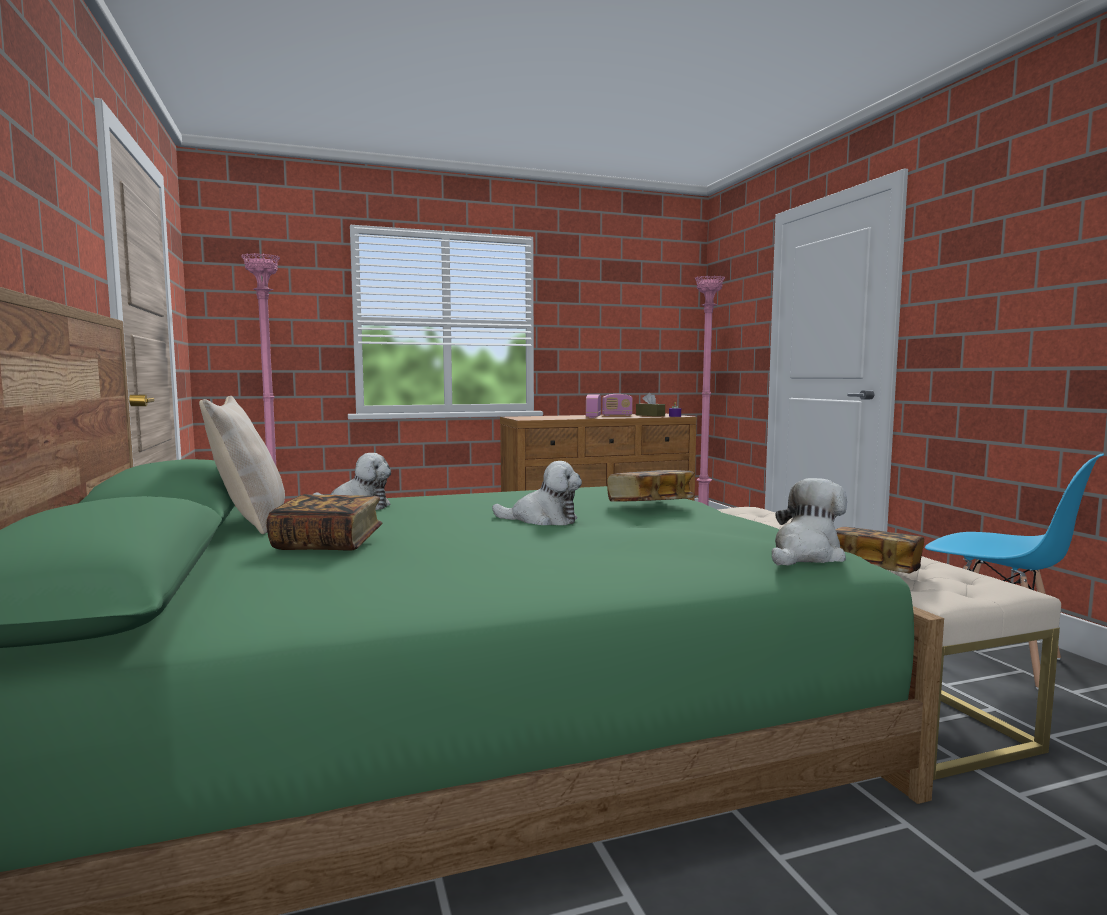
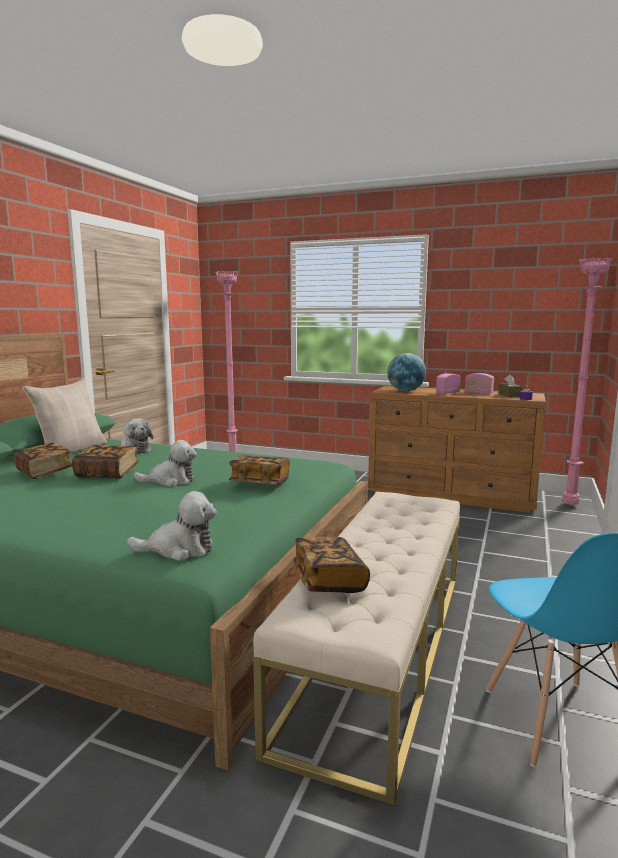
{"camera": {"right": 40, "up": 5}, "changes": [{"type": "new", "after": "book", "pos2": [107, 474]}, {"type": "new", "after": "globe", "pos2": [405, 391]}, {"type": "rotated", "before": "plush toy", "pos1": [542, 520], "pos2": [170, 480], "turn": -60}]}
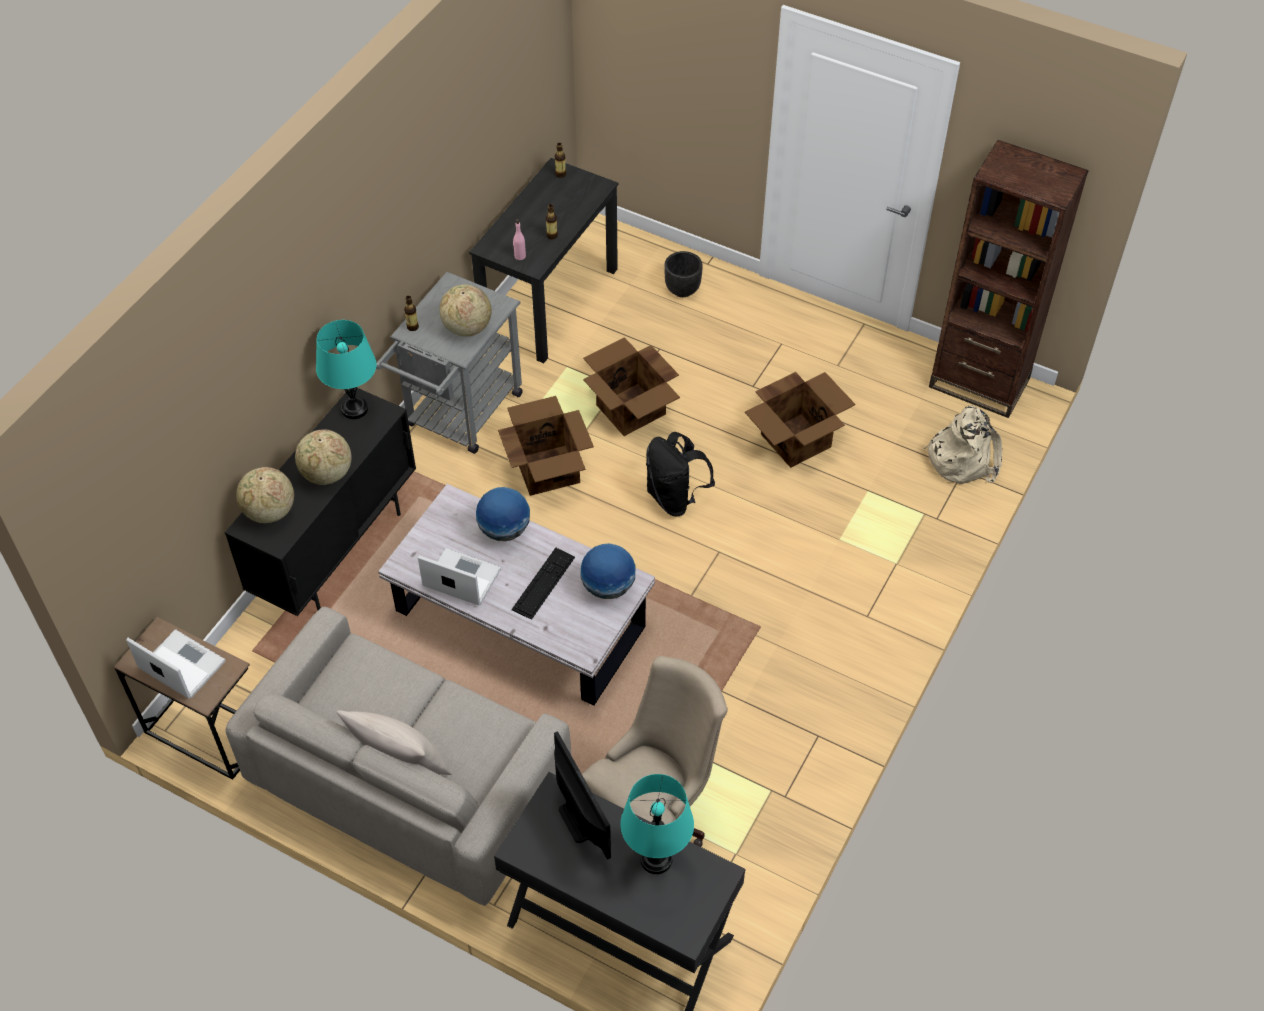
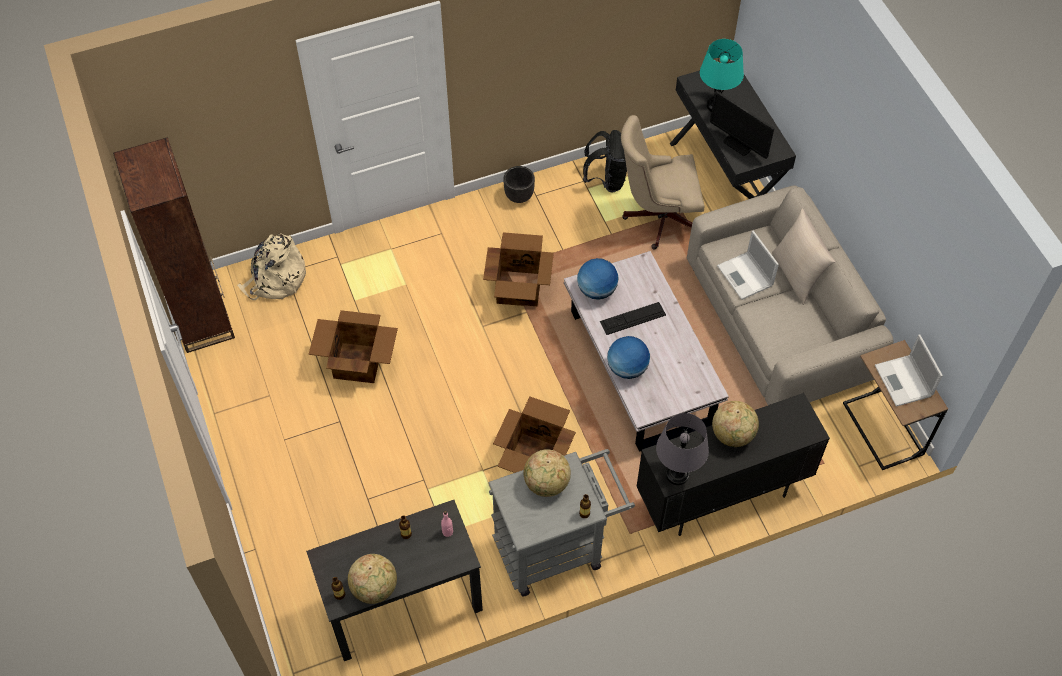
{"camera": {"right": -140, "up": 5}, "changes": [{"type": "shifted", "before": "globe", "pos1": [269, 512], "pos2": [375, 588]}, {"type": "shifted", "before": "laptop", "pos1": [460, 577], "pos2": [745, 276]}, {"type": "shifted", "before": "cardboard box", "pos1": [631, 410], "pos2": [519, 288]}, {"type": "shifted", "before": "backpack (black)", "pos1": [675, 498], "pos2": [606, 180]}, {"type": "shifted", "before": "planter (black)", "pos1": [682, 290], "pos2": [519, 196]}, {"type": "repainted", "before": "table lamp (turquoise)", "after": "table lamp (grey)", "pos1": [354, 409], "pos2": [677, 474]}, {"type": "rotated", "before": "monitor", "pos1": [580, 819], "pos2": [739, 144], "turn": -60}]}
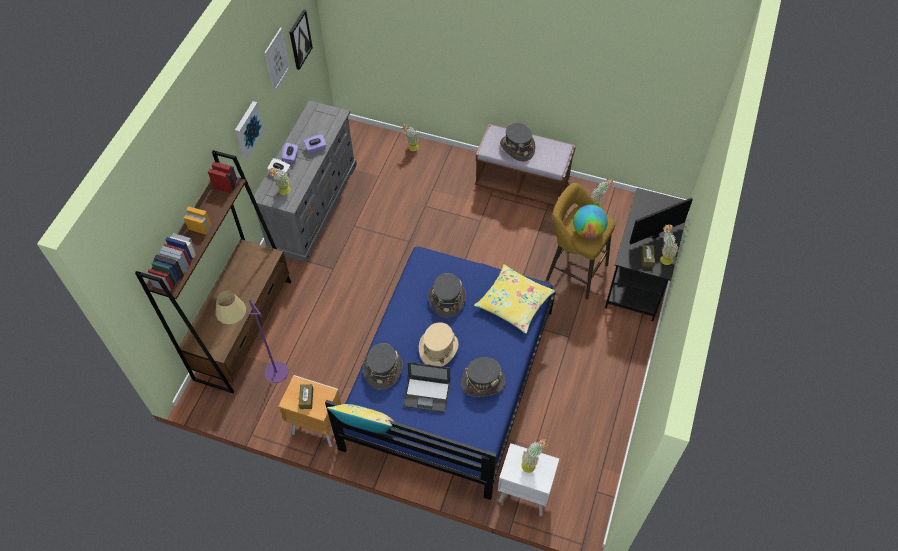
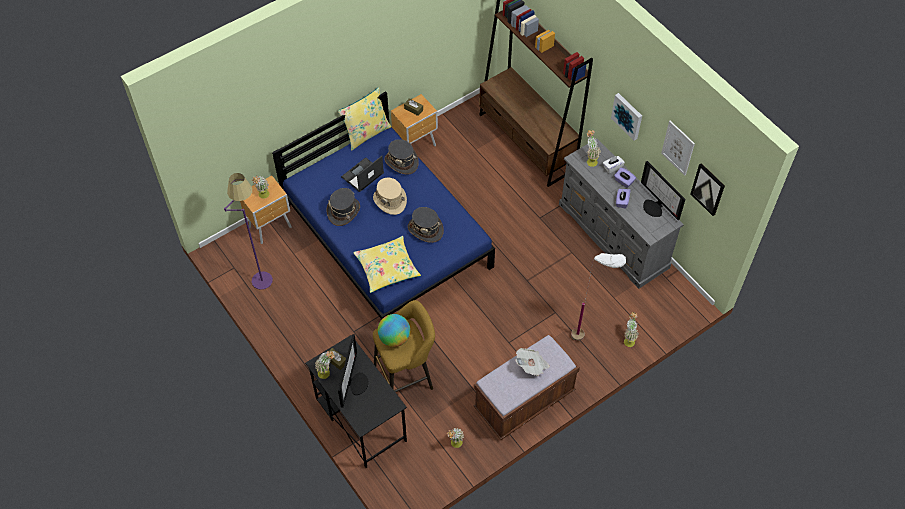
{"camera": {"right": 125, "up": 0}, "changes": [{"type": "new", "after": "floor lamp (white)", "pos2": [588, 337]}, {"type": "new", "after": "monitor", "pos2": [654, 207]}, {"type": "shifted", "before": "floor lamp (purple)", "pos1": [268, 380], "pos2": [260, 272]}, {"type": "swapped", "before": "hat (grey)", "after": "newspaper", "pos1": [517, 148], "pos2": [532, 366]}, {"type": "repainted", "before": "nightstand (white)", "after": "nightstand (brown)", "pos1": [523, 493], "pos2": [271, 227]}]}
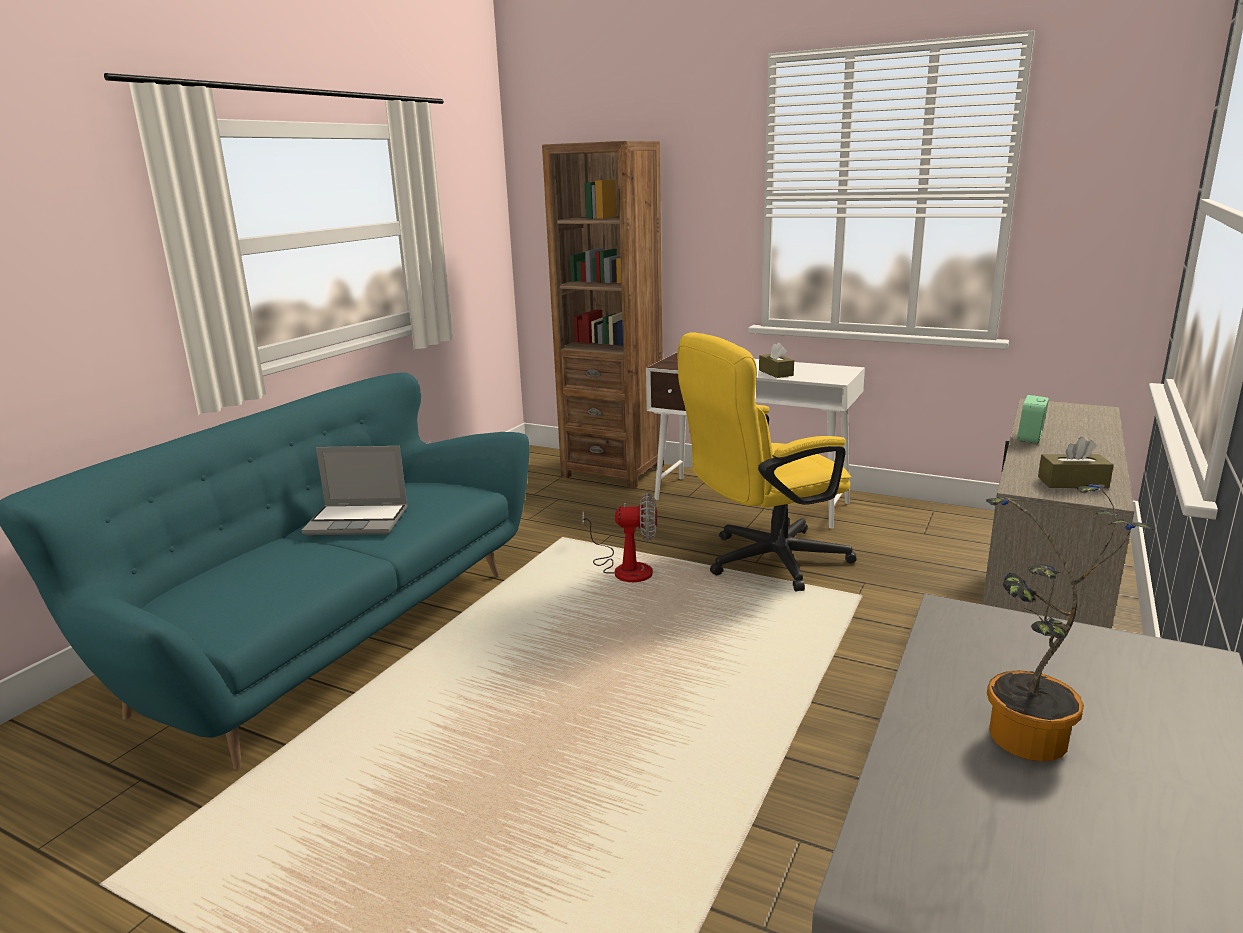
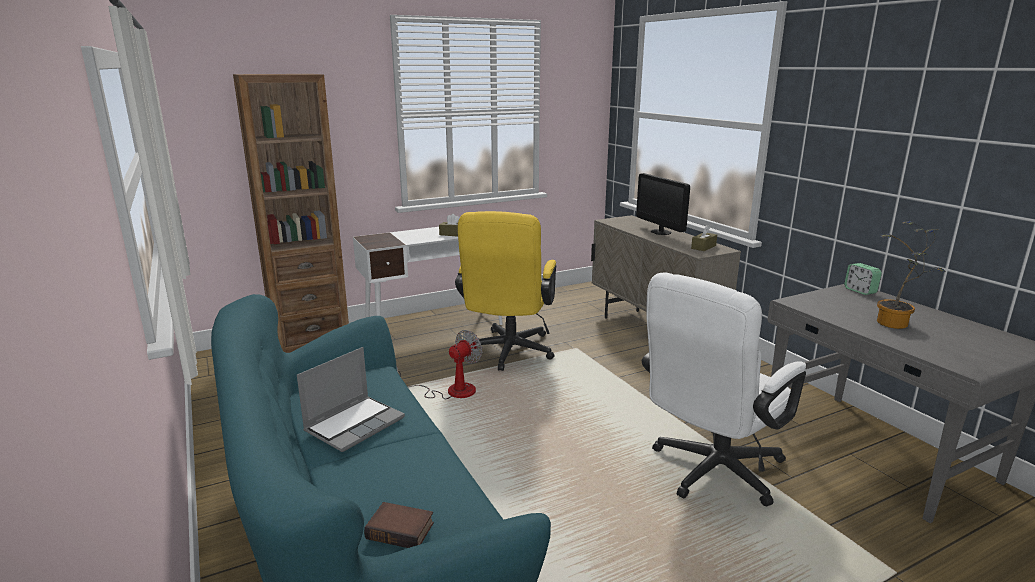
{"camera": {"right": -55, "up": 0}, "changes": [{"type": "new", "after": "book", "pos2": [401, 530]}, {"type": "new", "after": "monitor", "pos2": [661, 232]}, {"type": "new", "after": "office chair (white)", "pos2": [710, 473]}, {"type": "shifted", "before": "alarm clock", "pos1": [1030, 437], "pos2": [860, 291]}]}
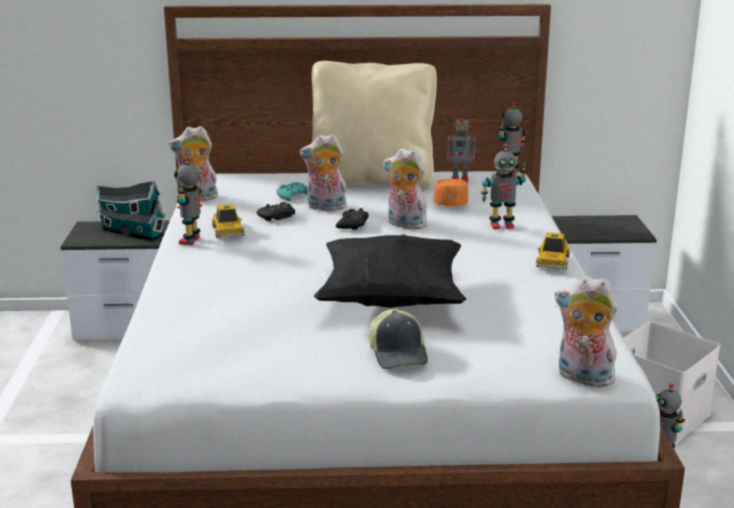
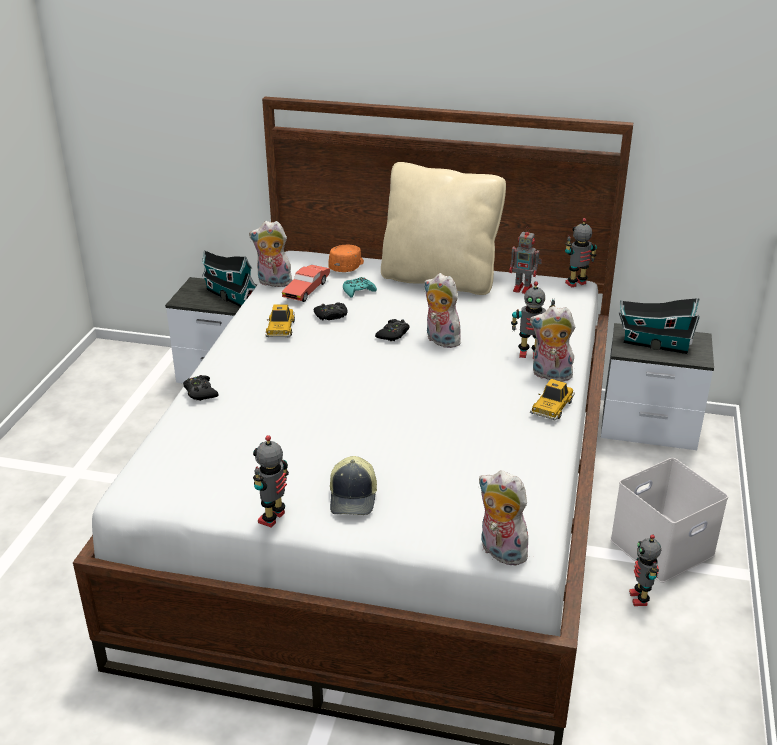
{"camera": {"right": 15, "up": 10}, "changes": [{"type": "gone", "before": "pillow (black)", "pos1": [391, 300]}, {"type": "new", "after": "game controller (black)", "pos2": [200, 392]}, {"type": "new", "after": "toy car (red)", "pos2": [306, 290]}, {"type": "new", "after": "toy house", "pos2": [653, 344]}, {"type": "shifted", "before": "toy robot", "pos1": [191, 241], "pos2": [273, 518]}, {"type": "shifted", "before": "plush toy", "pos1": [325, 207], "pos2": [550, 375]}, {"type": "shifted", "before": "cap (orange)", "pos1": [451, 202], "pos2": [347, 266]}]}
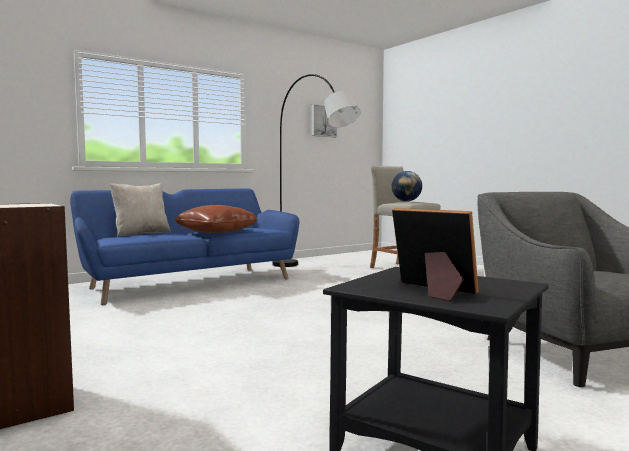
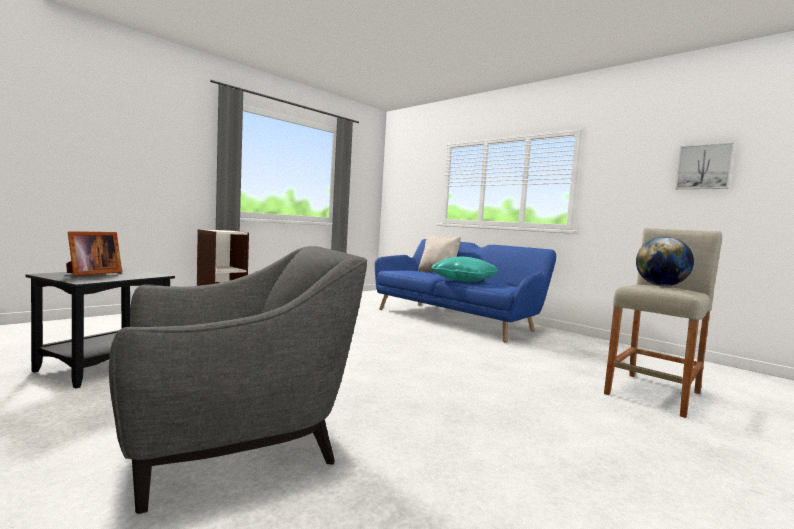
{"camera": {"right": 80, "up": 0}, "changes": [{"type": "gone", "before": "floor lamp (grey)", "pos1": [314, 272]}, {"type": "repainted", "before": "pillow (brown)", "after": "pillow (turquoise)", "pos1": [216, 232], "pos2": [464, 280]}]}
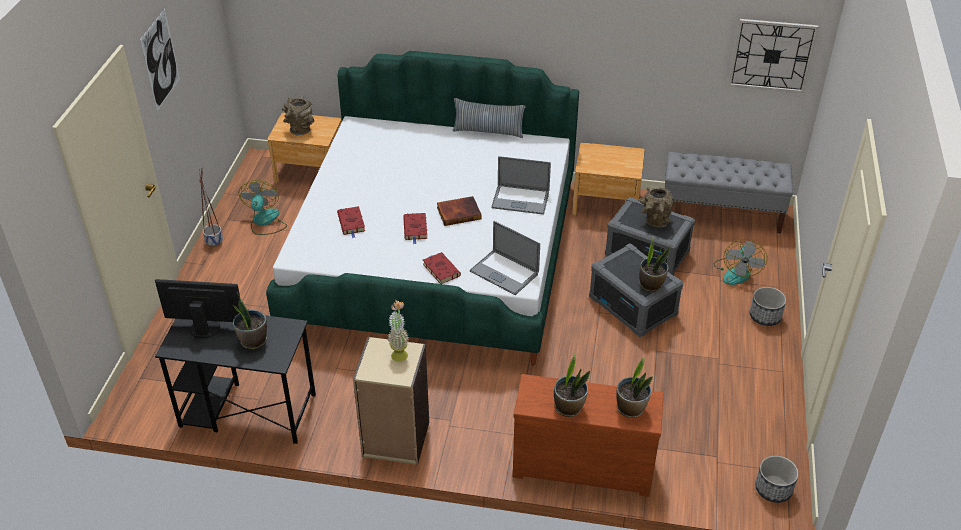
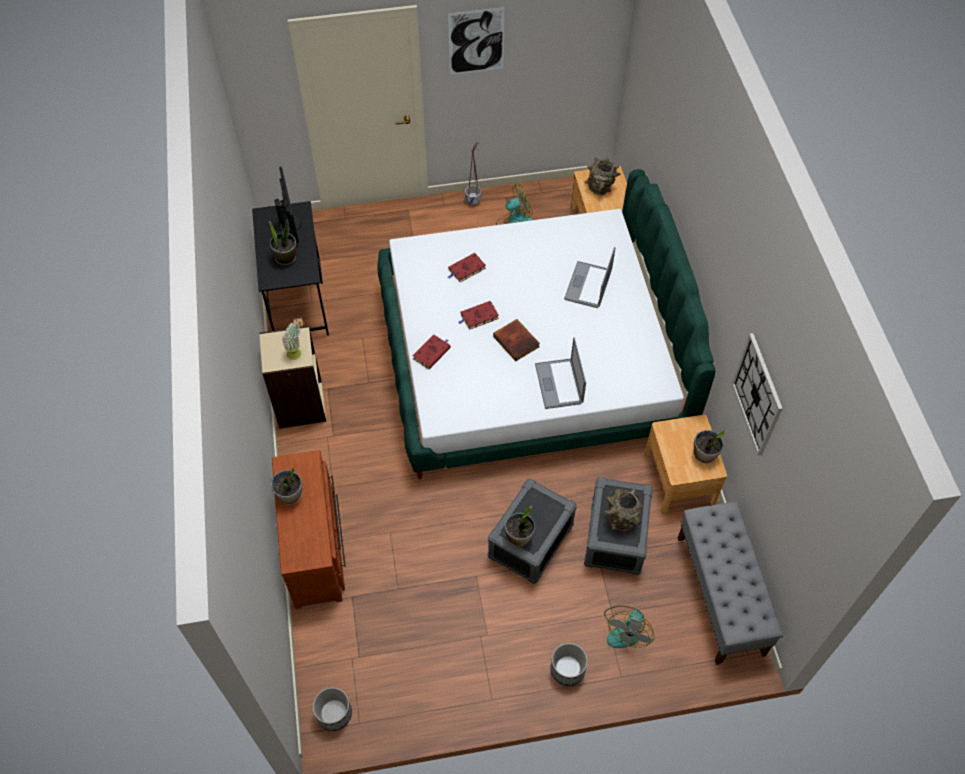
{"camera": {"right": 70, "up": 15}, "changes": [{"type": "gone", "before": "pillow", "pos1": [488, 131]}, {"type": "shifted", "before": "laptop", "pos1": [504, 272], "pos2": [588, 285]}, {"type": "shifted", "before": "potted plant", "pos1": [631, 408], "pos2": [704, 455]}, {"type": "shifted", "before": "wall clock", "pos1": [772, 55], "pos2": [757, 394]}, {"type": "rotated", "before": "fan", "pos1": [736, 272], "pos2": [626, 629], "turn": -60}]}
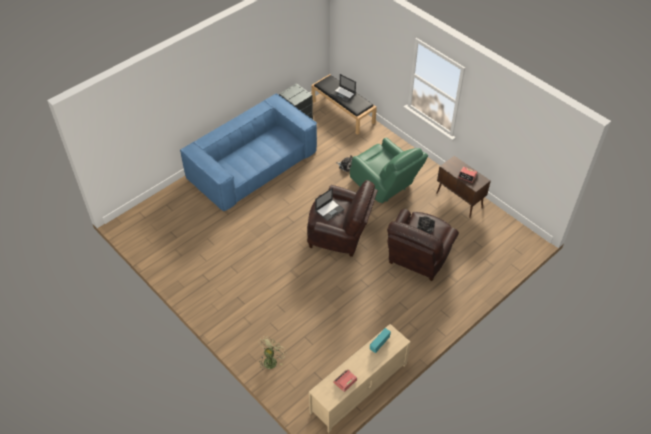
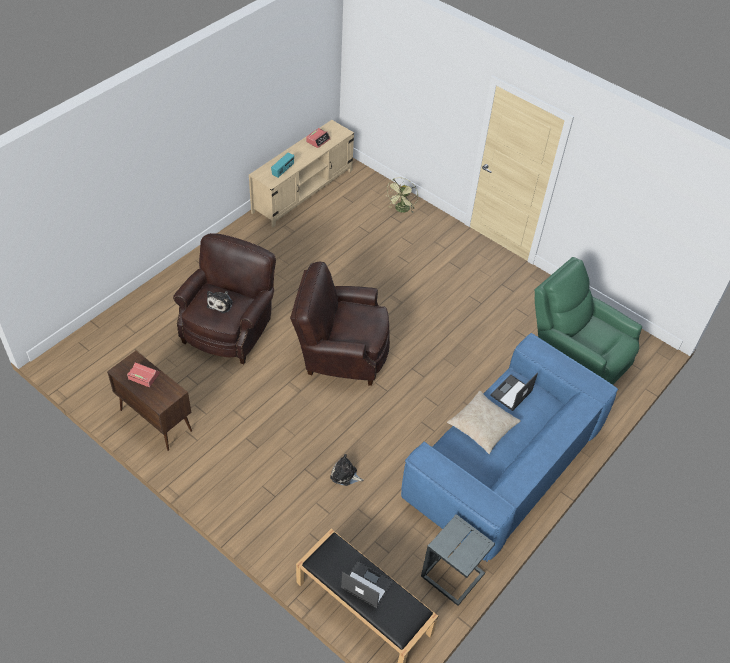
{"camera": {"right": 170, "up": 0}, "changes": [{"type": "new", "after": "pillow (beige)", "pos2": [482, 426]}, {"type": "shifted", "before": "laptop", "pos1": [329, 210], "pos2": [511, 393]}, {"type": "shifted", "before": "armchair (green)", "pos1": [385, 186], "pos2": [576, 356]}]}
